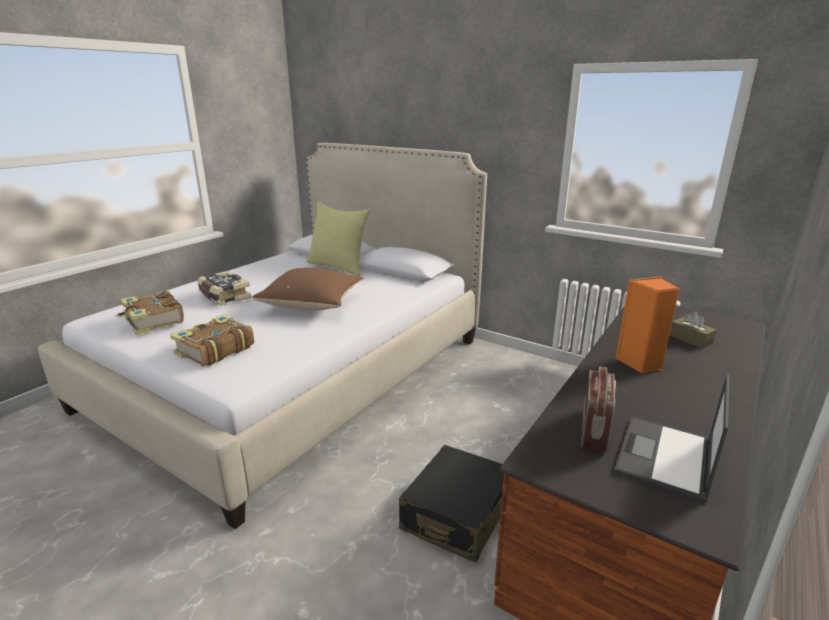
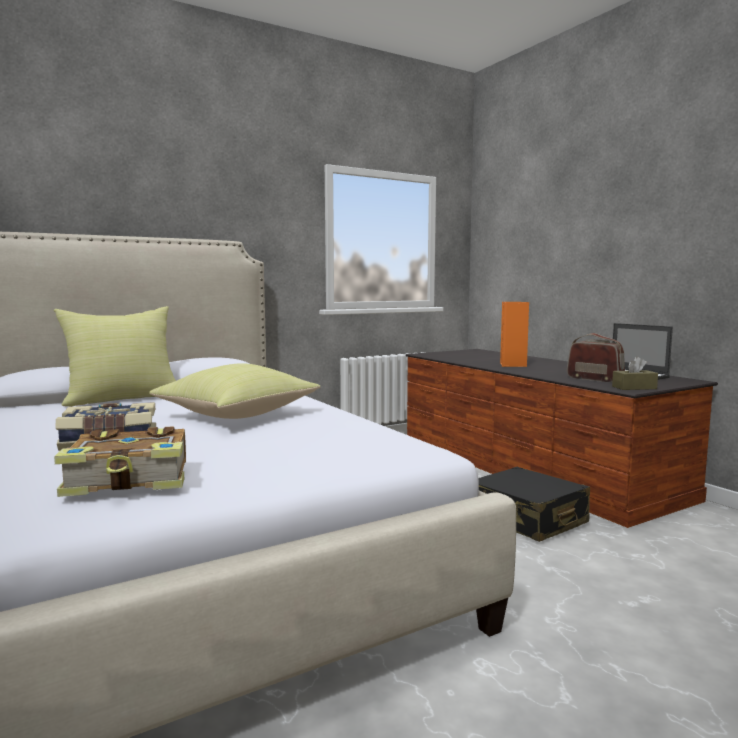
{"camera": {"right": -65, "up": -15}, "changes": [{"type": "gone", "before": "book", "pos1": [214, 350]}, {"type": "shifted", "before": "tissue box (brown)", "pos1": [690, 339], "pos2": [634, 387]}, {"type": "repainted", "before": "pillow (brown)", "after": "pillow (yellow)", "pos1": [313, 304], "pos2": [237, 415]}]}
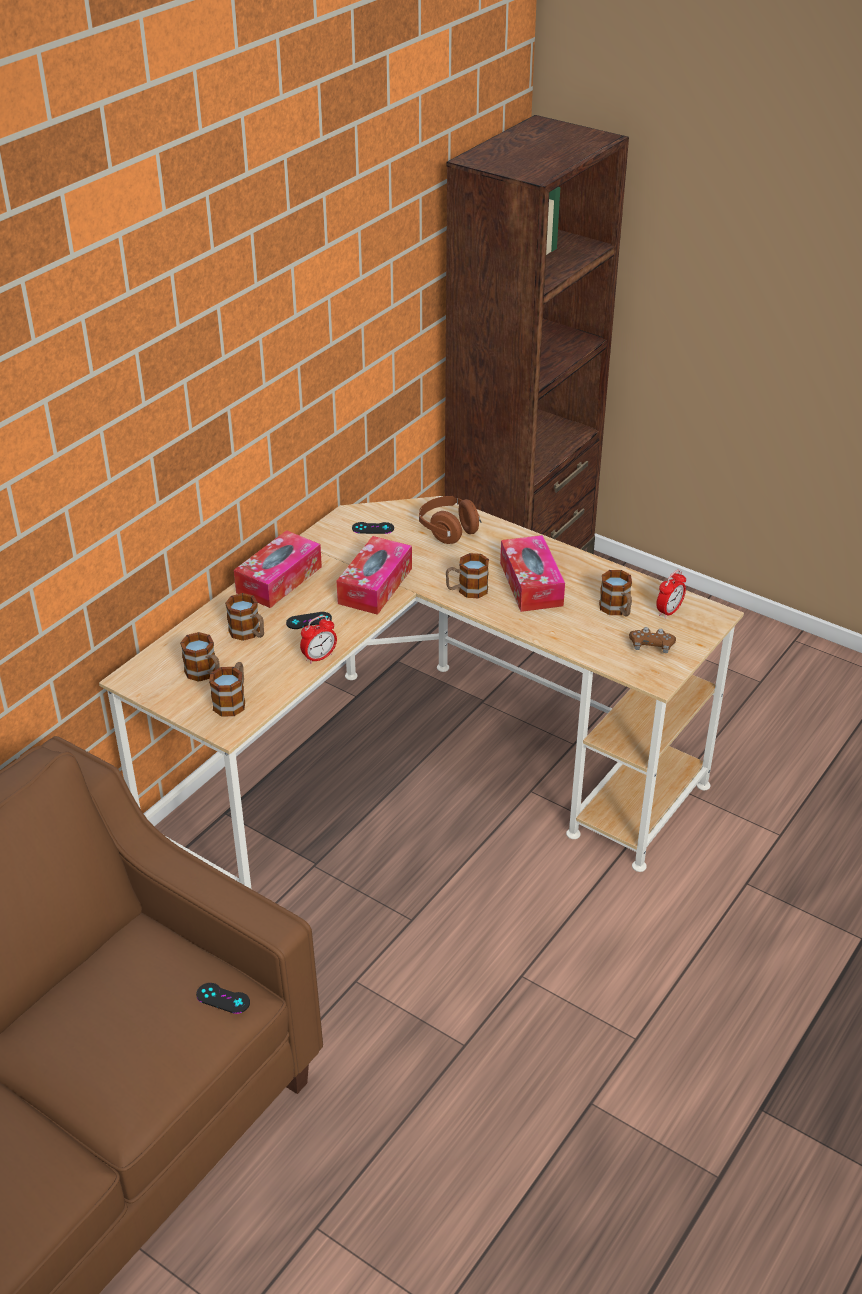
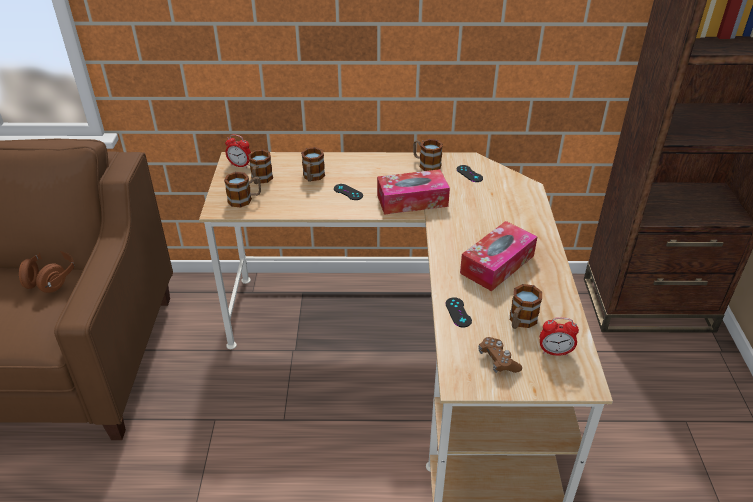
{"camera": {"right": 55, "up": 0}, "changes": [{"type": "gone", "before": "tissue box", "pos1": [279, 579]}, {"type": "shifted", "before": "game controller (black)", "pos1": [223, 998], "pos2": [458, 312]}, {"type": "shifted", "before": "alarm clock", "pos1": [319, 657], "pos2": [240, 165]}, {"type": "shifted", "before": "headphones (brown)", "pos1": [448, 531], "pos2": [51, 280]}, {"type": "shifted", "before": "mug", "pos1": [466, 590], "pos2": [426, 164]}]}
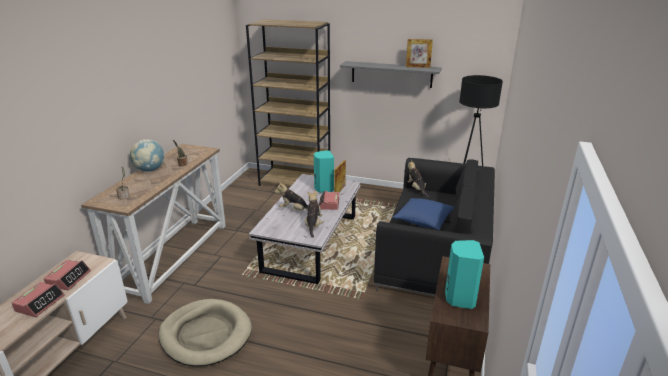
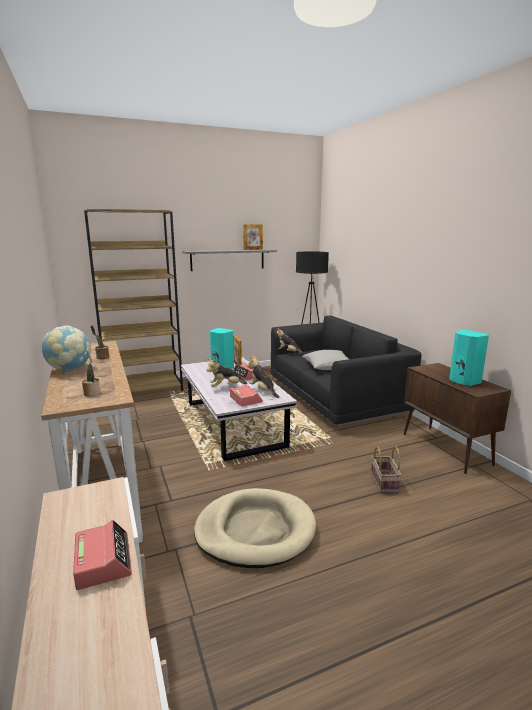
{"camera": {"right": -40, "up": -10}, "changes": [{"type": "new", "after": "basket", "pos2": [385, 483]}, {"type": "shifted", "before": "alarm clock", "pos1": [69, 279], "pos2": [245, 399]}, {"type": "repainted", "before": "pillow (blue)", "after": "pillow (grey)", "pos1": [423, 220], "pos2": [328, 367]}]}
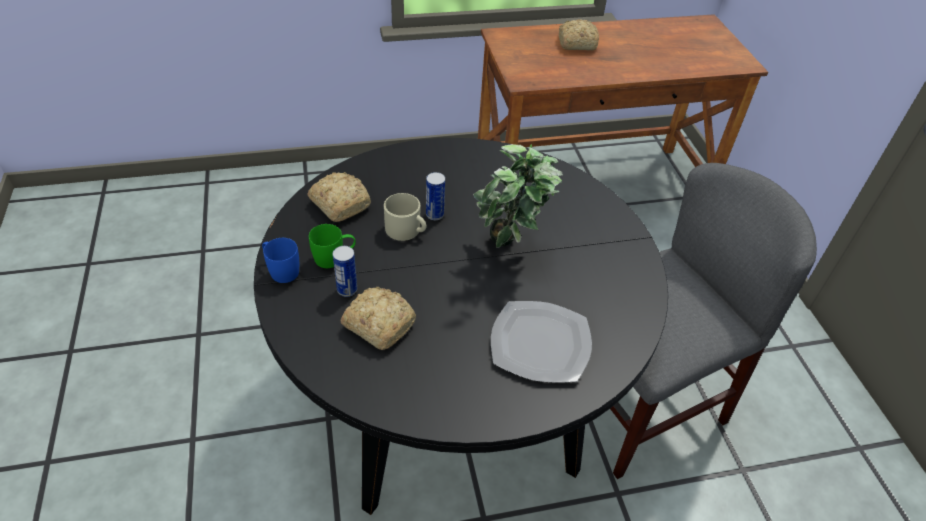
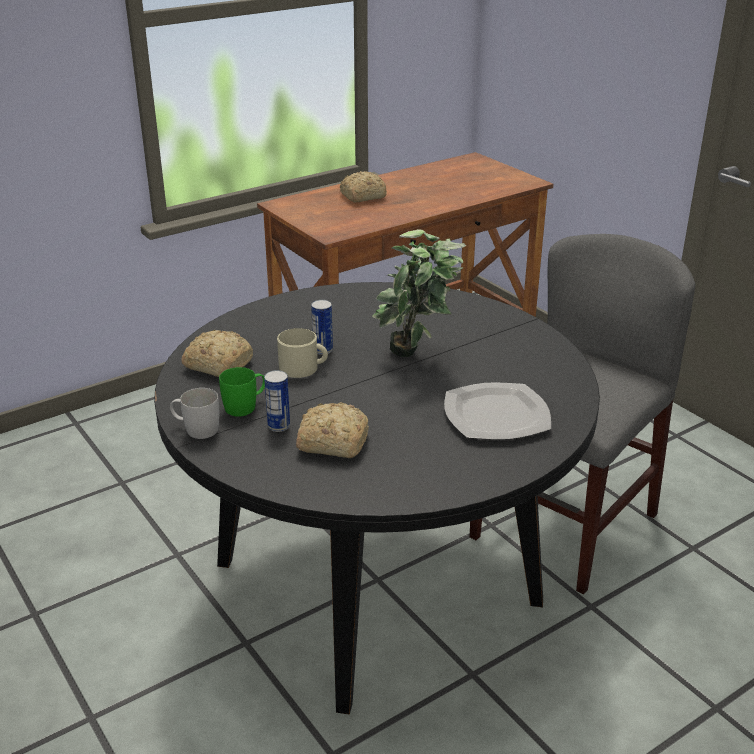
{"camera": {"right": -20, "up": -15}, "changes": [{"type": "repainted", "before": "mug (blue)", "after": "mug (white)", "pos1": [281, 270], "pos2": [196, 429]}]}
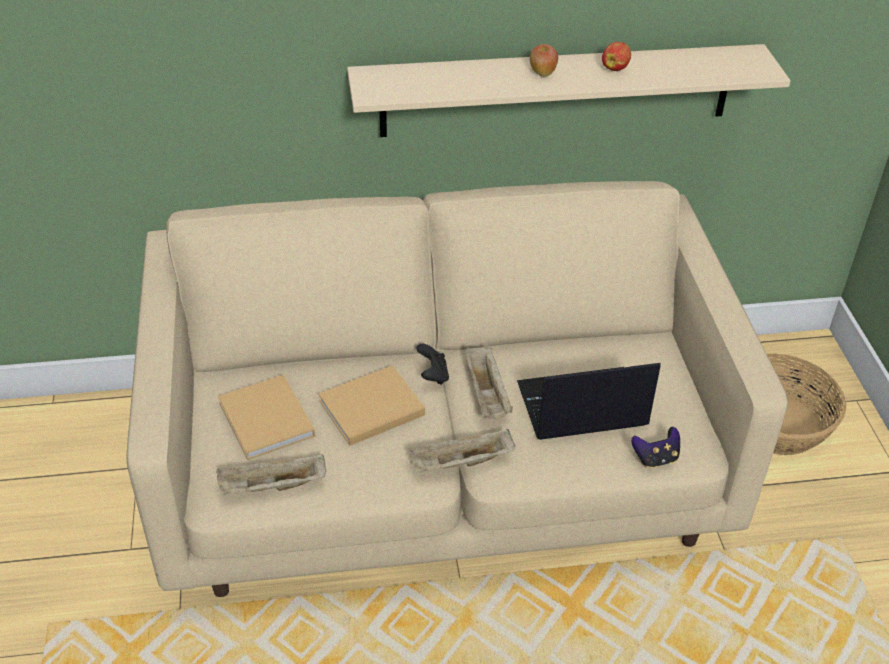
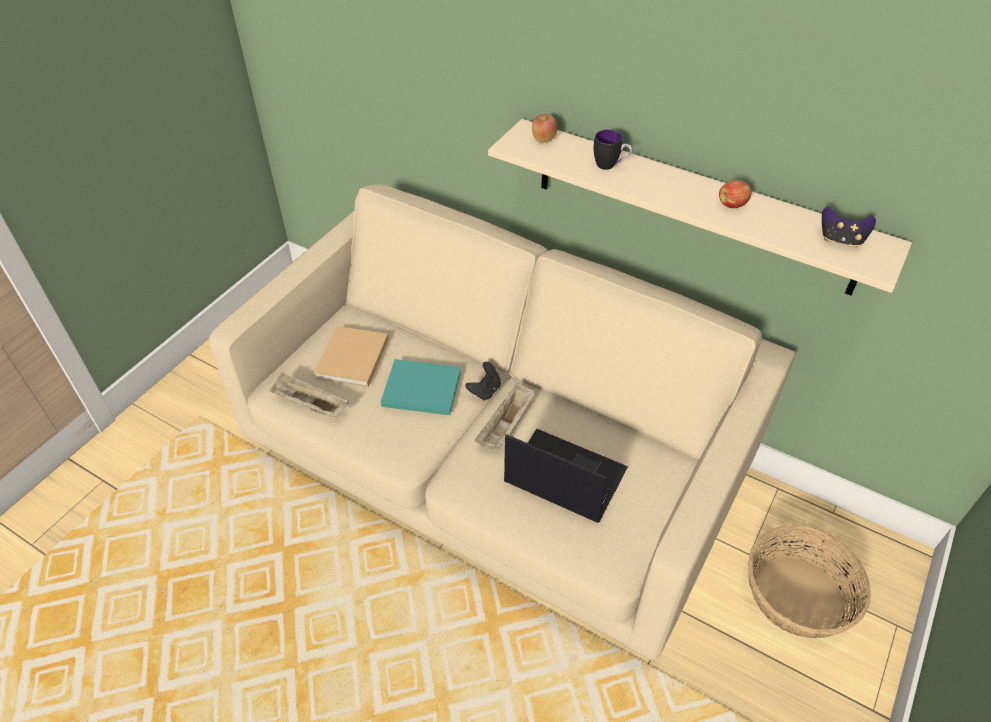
{"camera": {"right": 40, "up": 5}, "changes": [{"type": "gone", "before": "tray (beige)", "pos1": [460, 463]}, {"type": "new", "after": "mug", "pos2": [610, 166]}, {"type": "shifted", "before": "apple", "pos1": [542, 73], "pos2": [543, 140]}, {"type": "shifted", "before": "game controller", "pos1": [655, 458], "pos2": [841, 240]}, {"type": "repainted", "before": "book (beige)", "after": "book (turquoise)", "pos1": [369, 409], "pos2": [419, 389]}]}
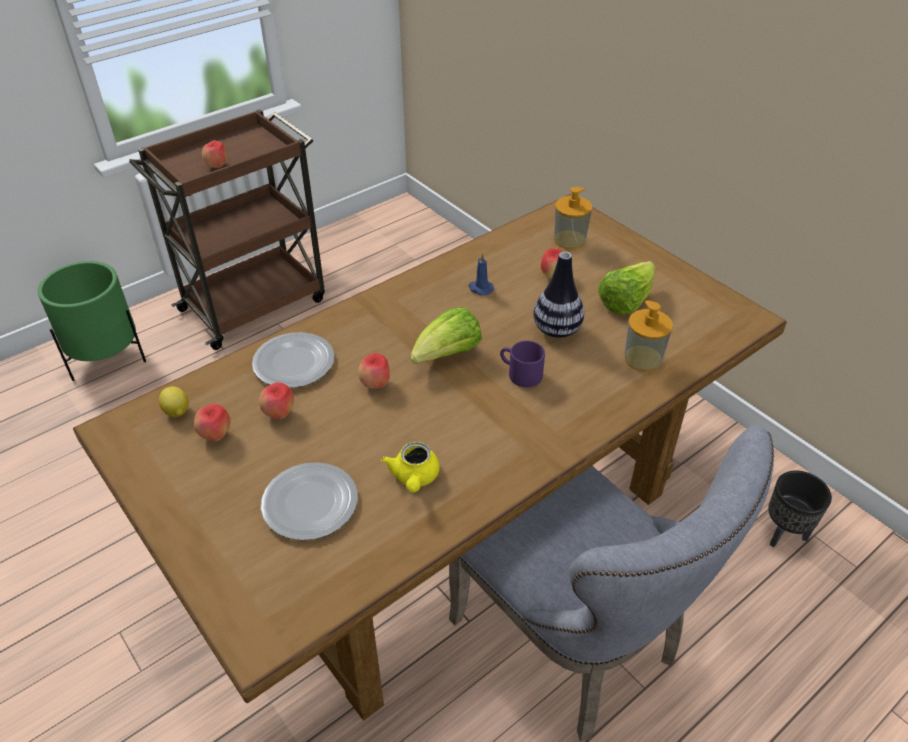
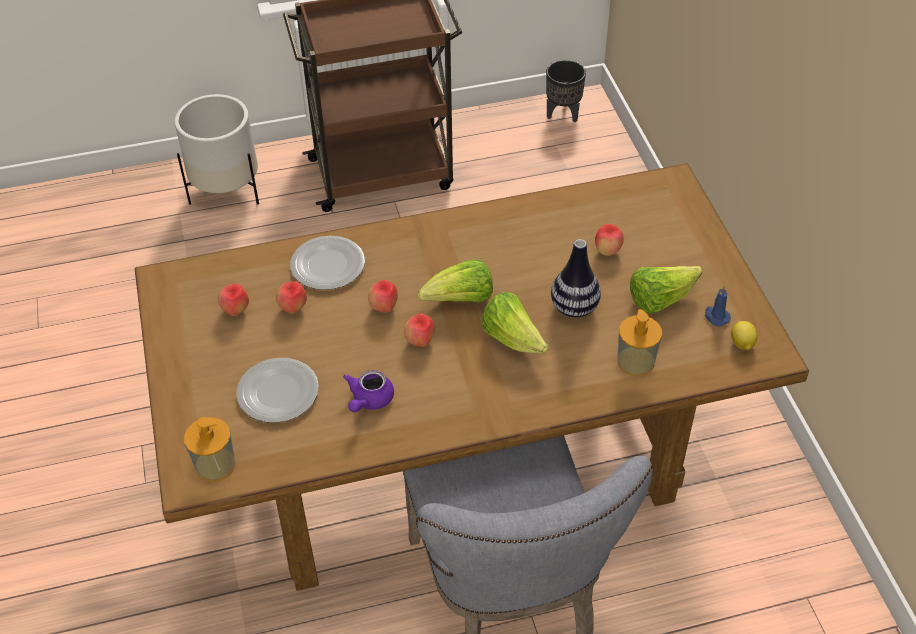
{"camera": {"right": 25, "up": 5}, "changes": [{"type": "shifted", "before": "lemon", "pos1": [177, 412], "pos2": [742, 344]}, {"type": "shifted", "before": "apple", "pos1": [217, 166], "pos2": [420, 341]}, {"type": "shifted", "before": "candle (blue)", "pos1": [480, 288], "pos2": [716, 316]}, {"type": "shifted", "before": "soap dispenser", "pos1": [569, 240], "pos2": [215, 465]}, {"type": "shifted", "before": "planter (black)", "pos1": [784, 534], "pos2": [563, 114]}, {"type": "swapped", "before": "mug (purple)", "after": "lettuce", "pos1": [519, 374], "pos2": [513, 339]}, {"type": "repainted", "before": "planter (green)", "after": "planter (white)", "pos1": [107, 358], "pos2": [226, 190]}, {"type": "repainted", "before": "teapot (yellow)", "after": "teapot (purple)", "pos1": [414, 478], "pos2": [369, 400]}]}
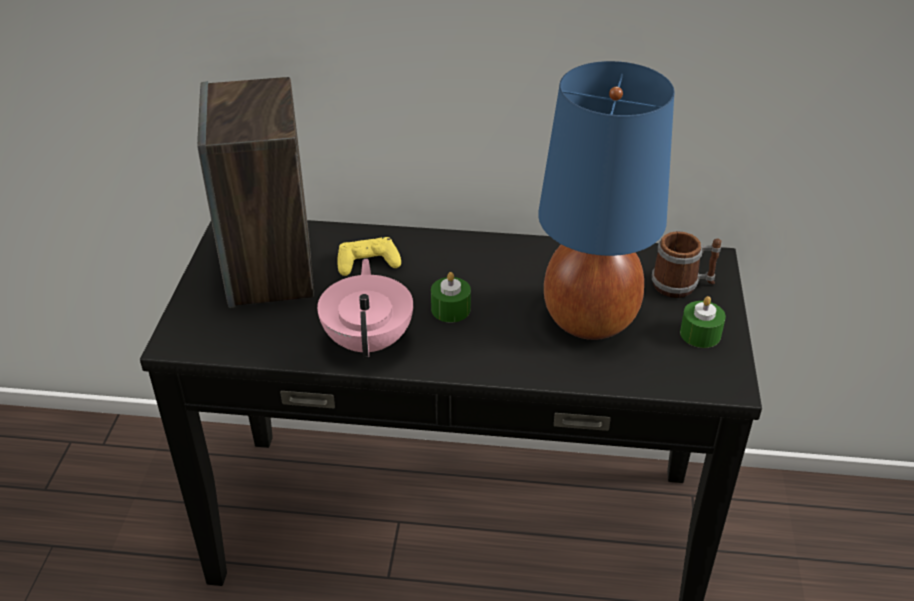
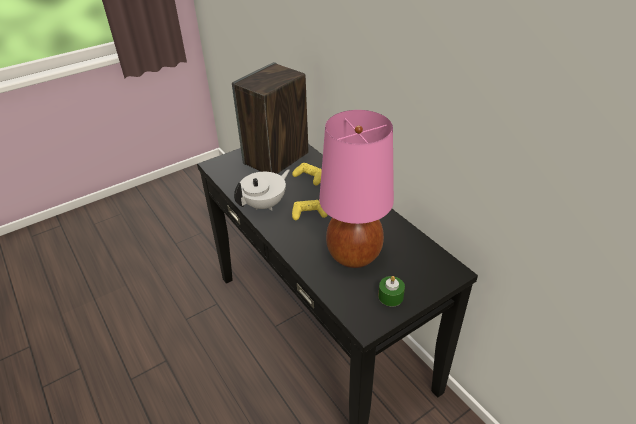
{"camera": {"right": 50, "up": 0}, "changes": [{"type": "gone", "before": "mug", "pos1": [682, 285]}, {"type": "swapped", "before": "candle (green)", "after": "game controller (yellow)", "pos1": [450, 309], "pos2": [309, 213]}, {"type": "repainted", "before": "teapot (pink)", "after": "teapot (white)", "pos1": [369, 340], "pos2": [265, 204]}, {"type": "repainted", "before": "table lamp (blue)", "after": "table lamp (pink)", "pos1": [589, 320], "pos2": [353, 255]}]}
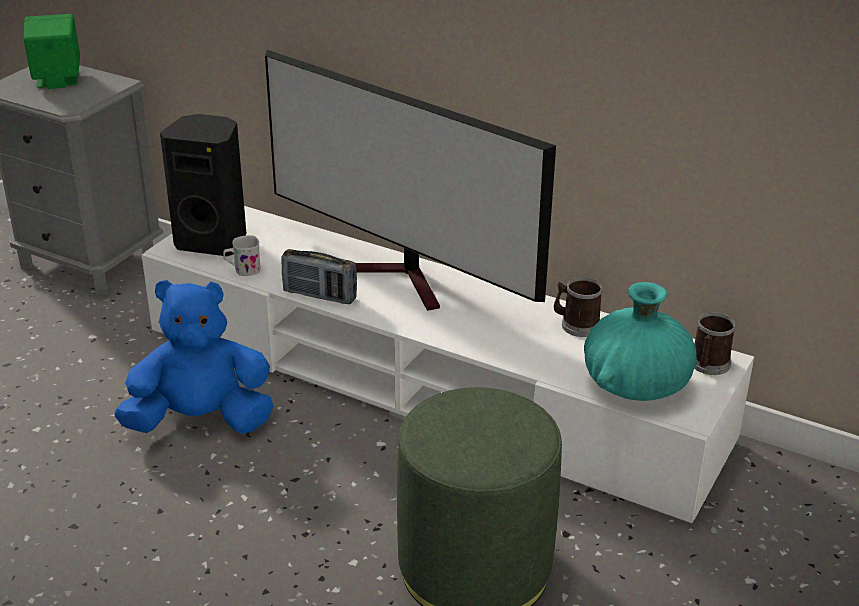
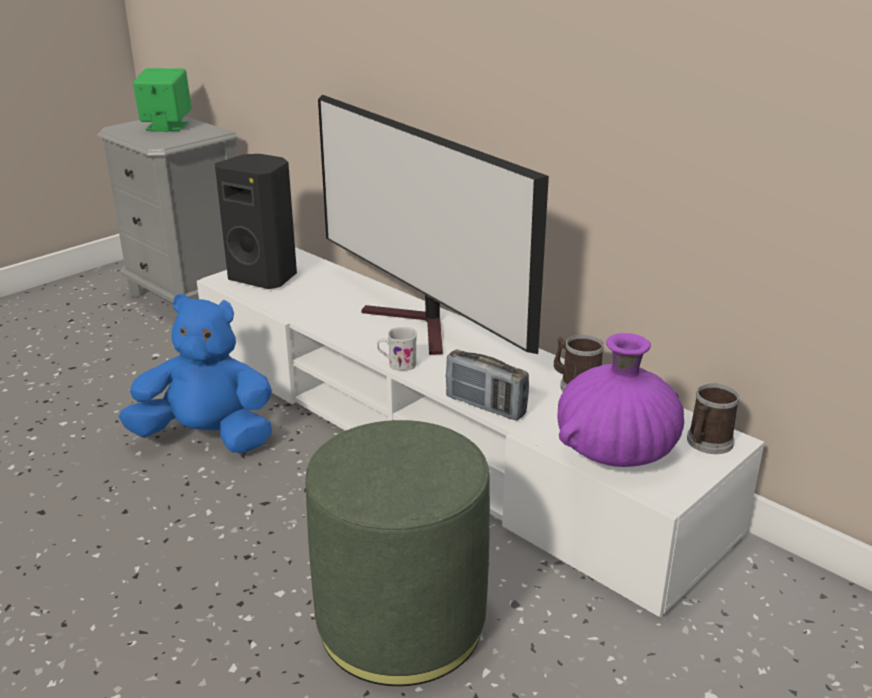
{"camera": {"right": 15, "up": -5}, "changes": [{"type": "shifted", "before": "mug (white)", "pos1": [243, 270], "pos2": [397, 364]}, {"type": "shifted", "before": "radio", "pos1": [319, 295], "pos2": [485, 406]}, {"type": "repainted", "before": "vase (turquoise)", "after": "vase (purple)", "pos1": [635, 385], "pos2": [615, 452]}]}
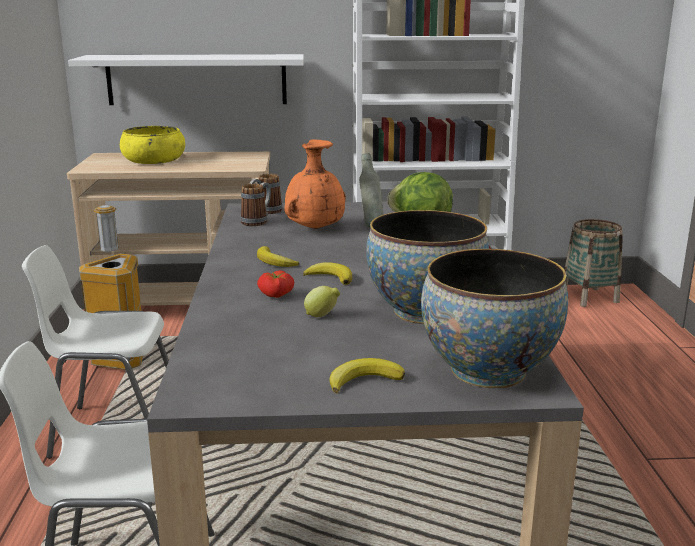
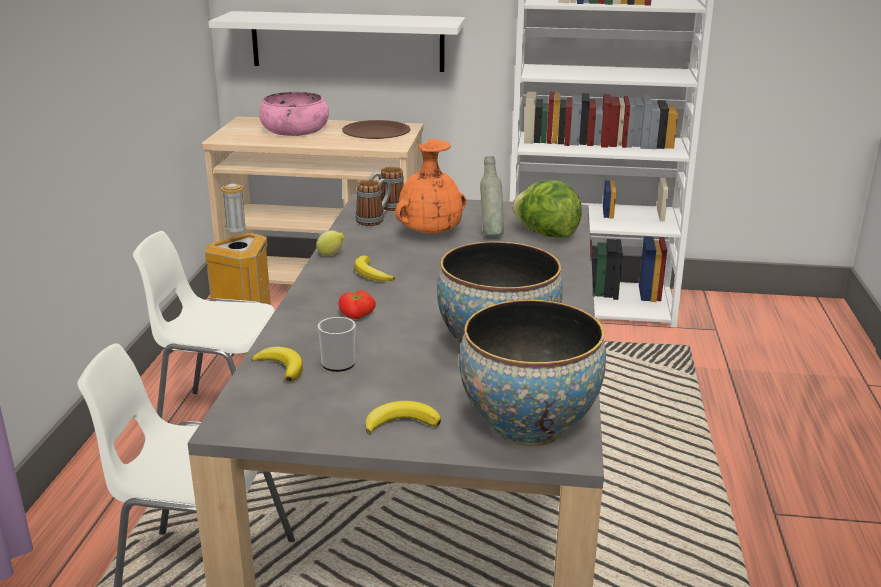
{"camera": {"right": 10, "up": 5}, "changes": [{"type": "gone", "before": "basket", "pos1": [589, 297]}, {"type": "new", "after": "mug", "pos2": [336, 361]}, {"type": "new", "after": "plate (brown)", "pos2": [376, 132]}, {"type": "shifted", "before": "banana", "pos1": [330, 277], "pos2": [281, 367]}, {"type": "shifted", "before": "lemon", "pos1": [322, 316], "pos2": [331, 255]}, {"type": "repainted", "before": "bowl (yellow)", "after": "bowl (pink)", "pos1": [154, 160], "pos2": [295, 131]}]}
